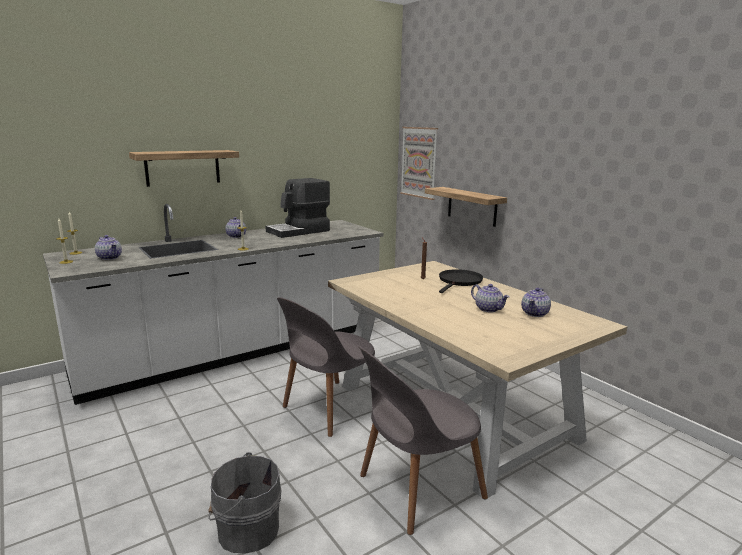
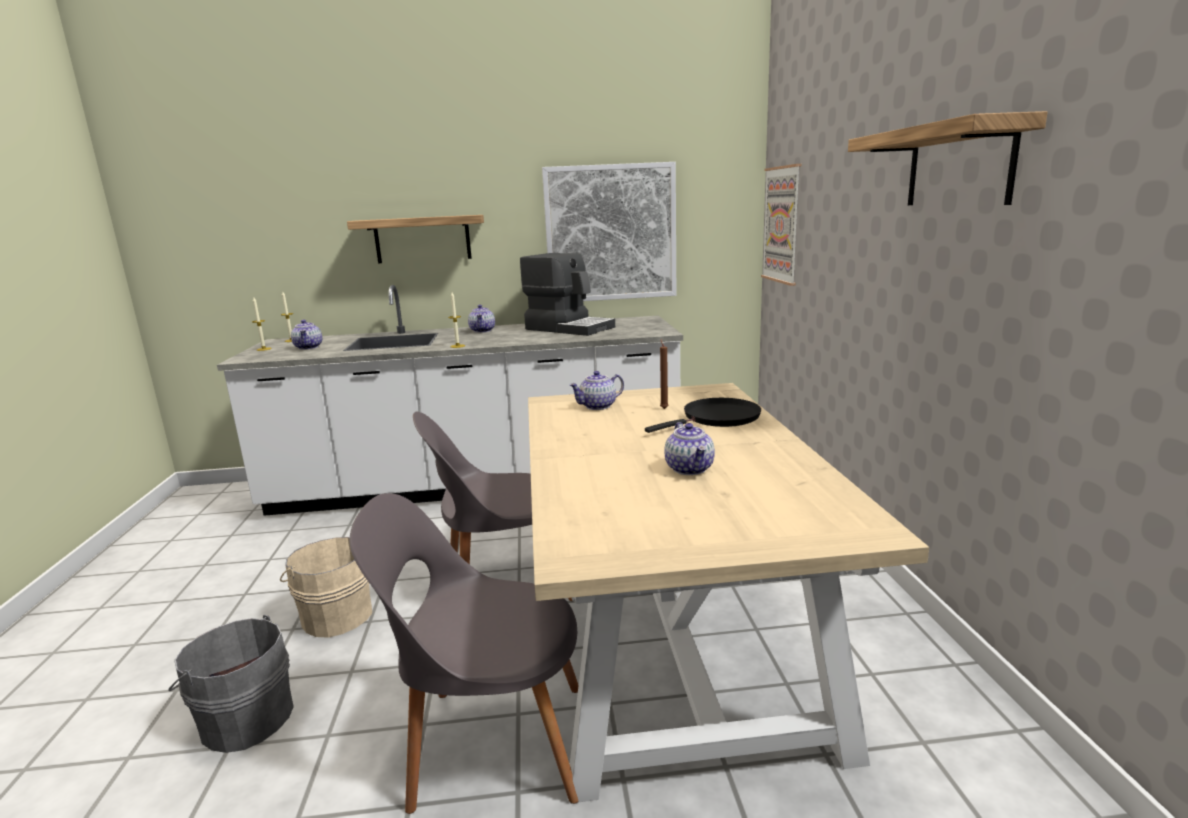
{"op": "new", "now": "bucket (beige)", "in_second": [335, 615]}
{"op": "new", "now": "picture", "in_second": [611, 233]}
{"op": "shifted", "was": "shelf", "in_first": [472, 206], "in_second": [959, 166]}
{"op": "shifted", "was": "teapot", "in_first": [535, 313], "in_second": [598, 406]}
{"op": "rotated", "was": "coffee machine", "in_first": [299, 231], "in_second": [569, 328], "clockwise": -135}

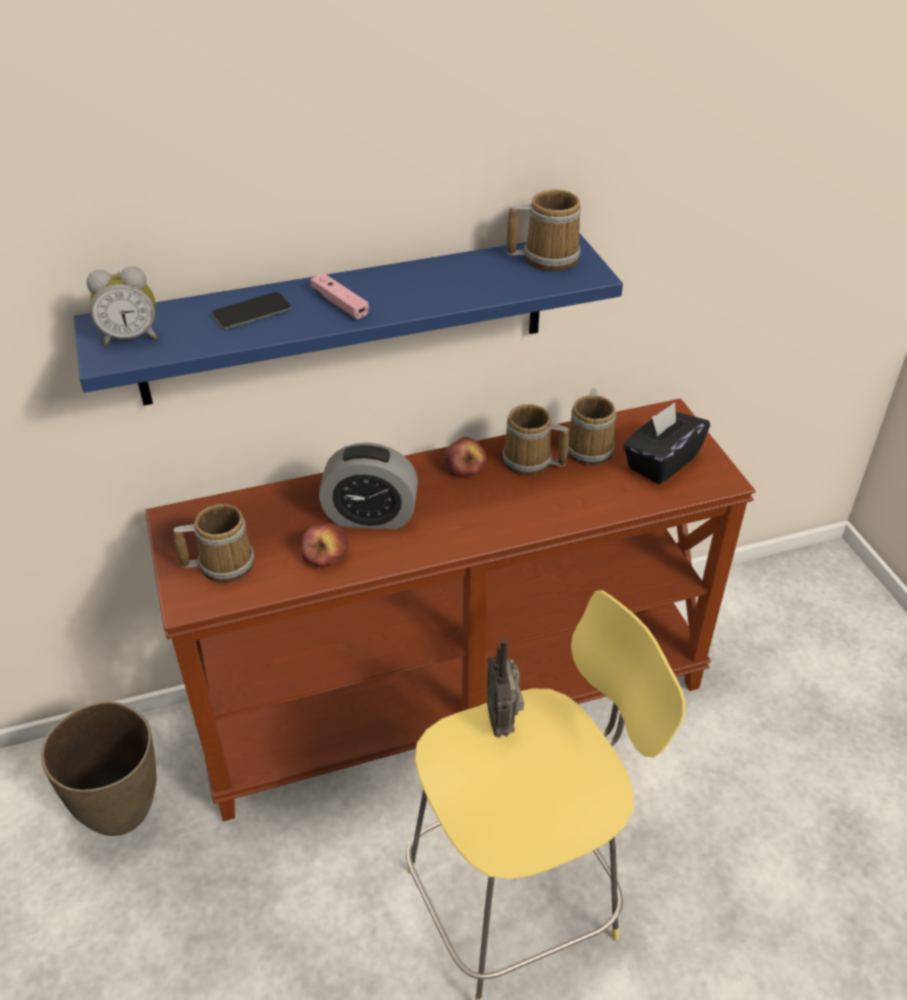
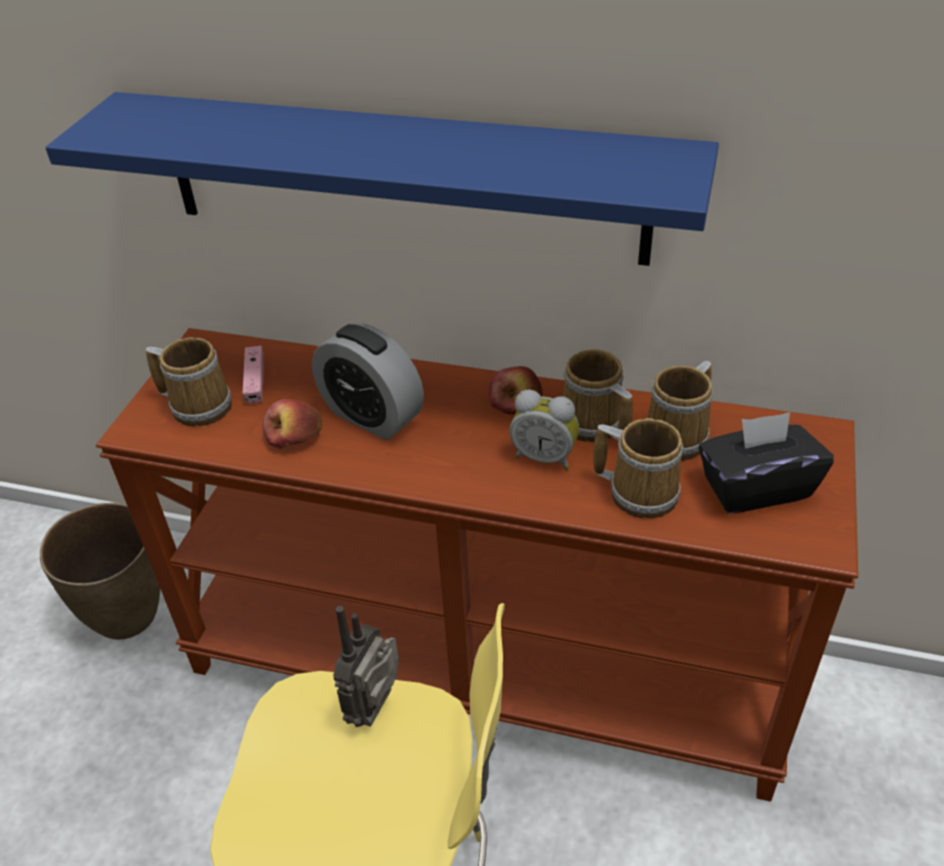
{"op": "gone", "was": "phone", "in_first": [251, 312]}
{"op": "shifted", "was": "alarm clock", "in_first": [131, 337], "in_second": [545, 457]}
{"op": "shifted", "was": "game controller (pink)", "in_first": [340, 303], "in_second": [255, 380]}
{"op": "shifted", "was": "mug", "in_first": [547, 257], "in_second": [640, 491]}

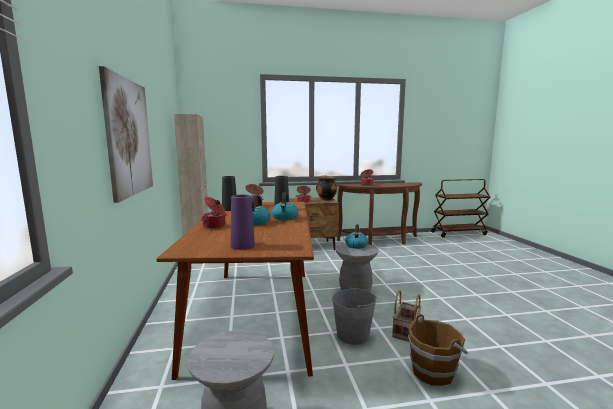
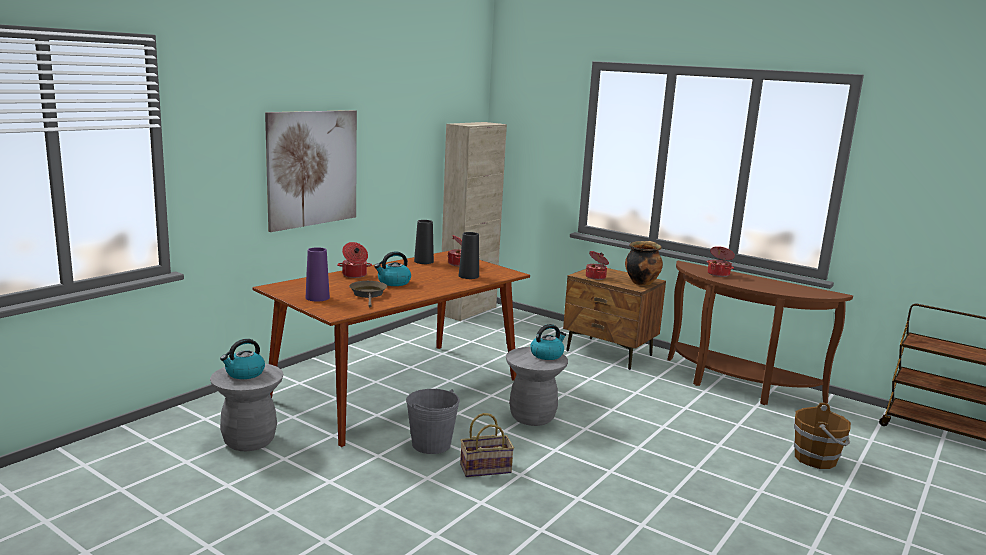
{"op": "new", "now": "frying pan (brown)", "in_second": [368, 294]}
{"op": "shifted", "was": "kettle", "in_first": [285, 218], "in_second": [244, 373]}
{"op": "shifted", "was": "bucket (brown)", "in_first": [433, 372], "in_second": [816, 459]}

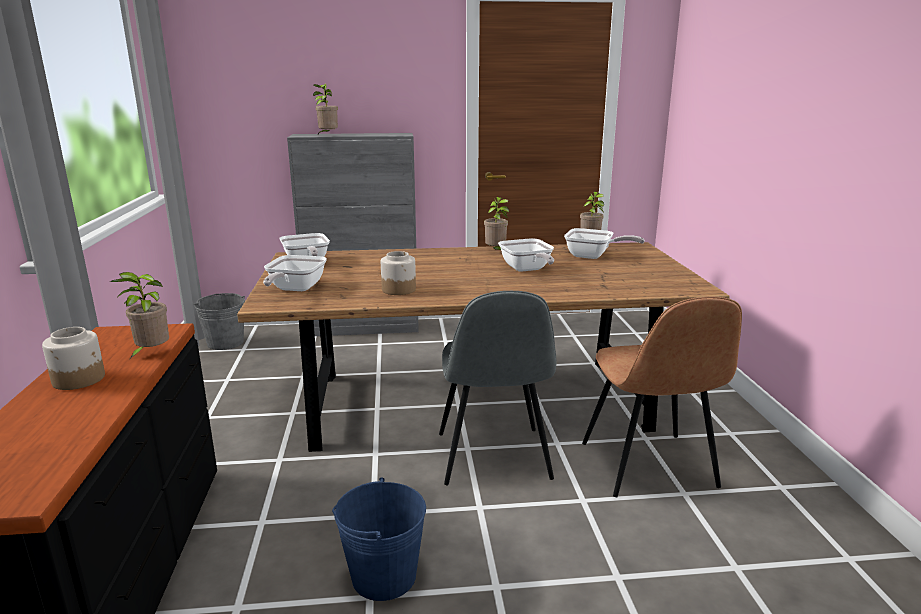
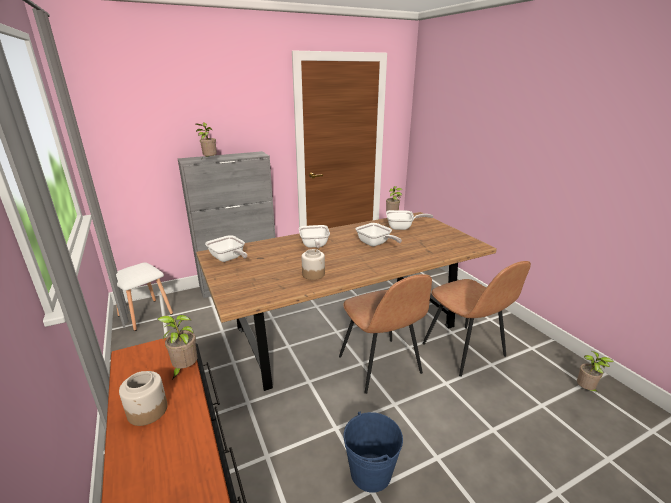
{"op": "shifted", "was": "frying pan", "in_first": [294, 289], "in_second": [314, 246]}
{"op": "shifted", "was": "potted plant", "in_first": [496, 252], "in_second": [585, 390]}
{"op": "swapped", "was": "bucket (grey)", "now": "stool (white)", "in_first": [225, 343], "in_second": [146, 314]}
{"op": "repainted", "was": "chair (grey)", "now": "chair (brown)", "in_first": [493, 457], "in_second": [380, 366]}

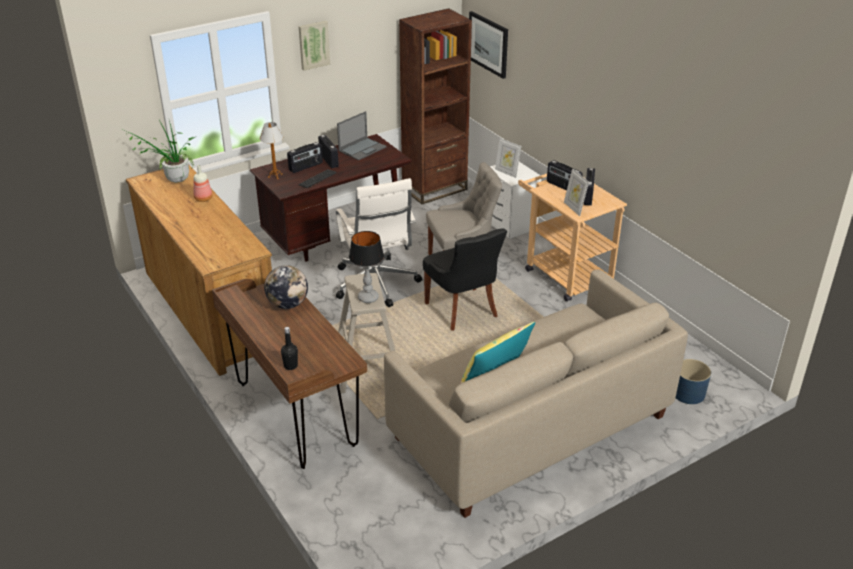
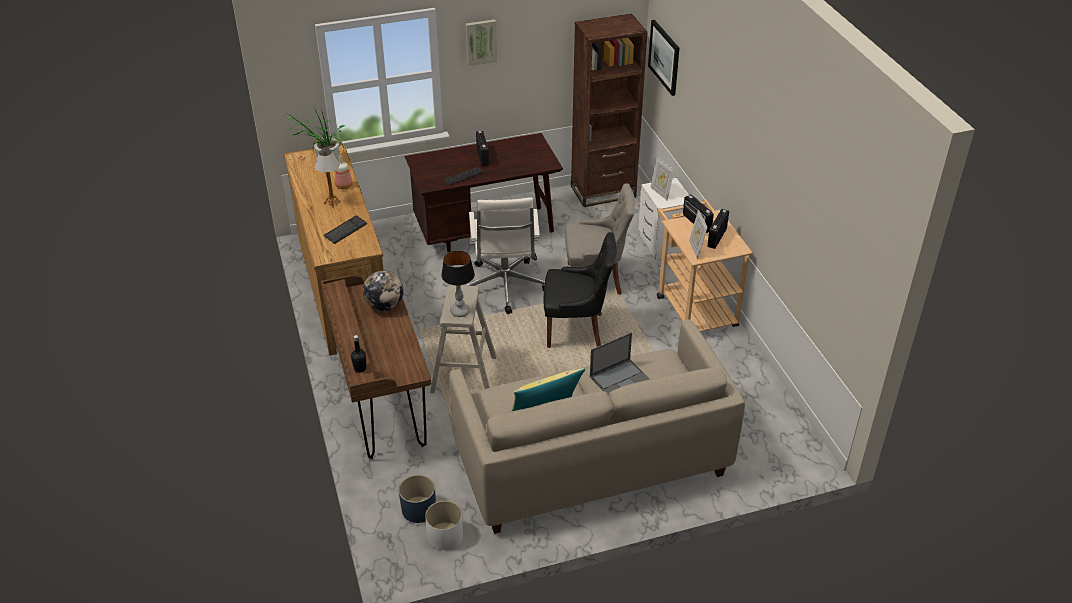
{"op": "gone", "was": "radio", "in_first": [306, 167]}
{"op": "new", "now": "keyboard", "in_second": [345, 230]}
{"op": "new", "now": "planter (white)", "in_second": [445, 536]}
{"op": "shifted", "was": "table lamp", "in_first": [275, 176], "in_second": [332, 203]}
{"op": "shifted", "was": "laptop", "in_first": [362, 149], "in_second": [620, 378]}
{"op": "shifted", "was": "planter (blue)", "in_first": [688, 393], "in_second": [418, 509]}
{"op": "rotated", "was": "chair (black)", "in_first": [463, 310], "in_second": [576, 330], "clockwise": -75}

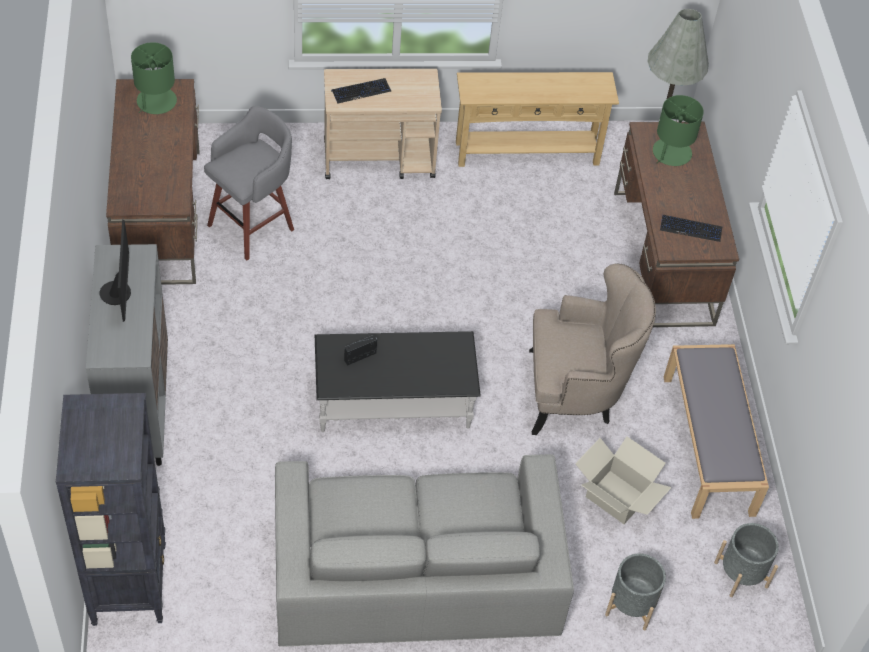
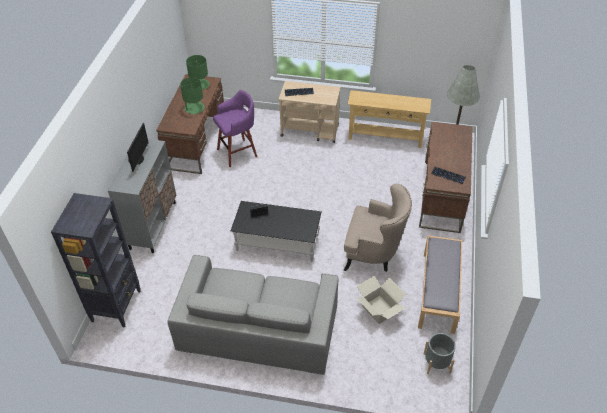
{"op": "gone", "was": "planter (grey)", "in_first": [631, 605]}
{"op": "shifted", "was": "table lamp (green)", "in_first": [671, 153], "in_second": [194, 108]}
{"op": "repainted", "was": "stool (grey)", "now": "stool (purple)", "in_first": [253, 226], "in_second": [238, 152]}

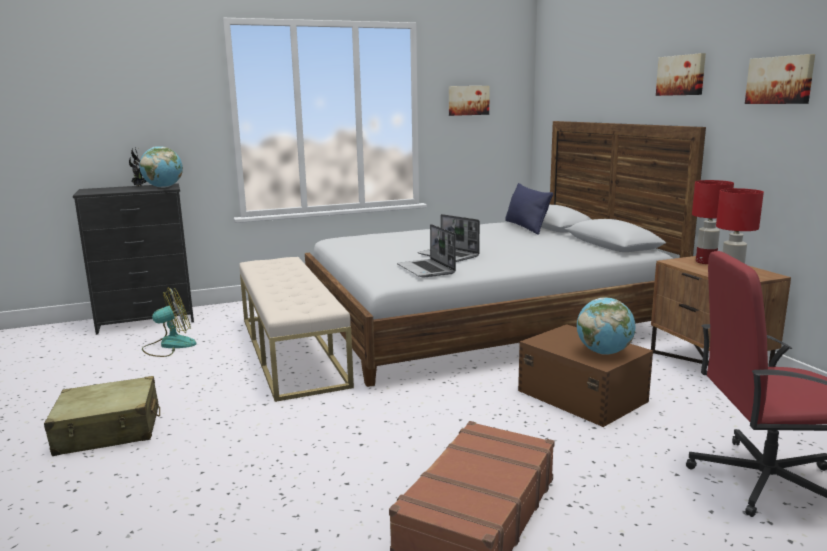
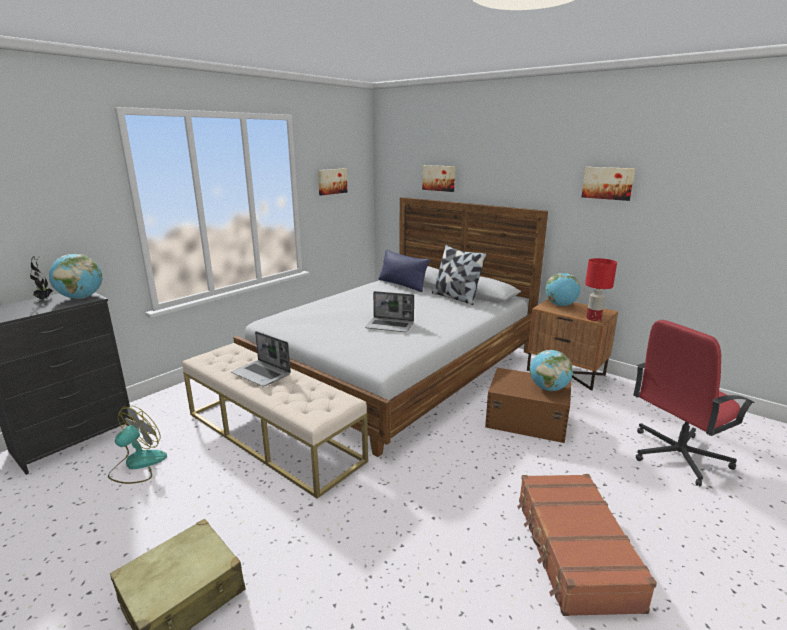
{"op": "new", "now": "pillow", "in_second": [455, 297]}
{"op": "shifted", "was": "laptop", "in_first": [427, 270], "in_second": [262, 374]}
{"op": "shifted", "was": "picture", "in_first": [681, 75], "in_second": [439, 178]}
{"op": "swapped", "was": "table lamp (red)", "now": "globe", "in_first": [706, 262], "in_second": [560, 305]}

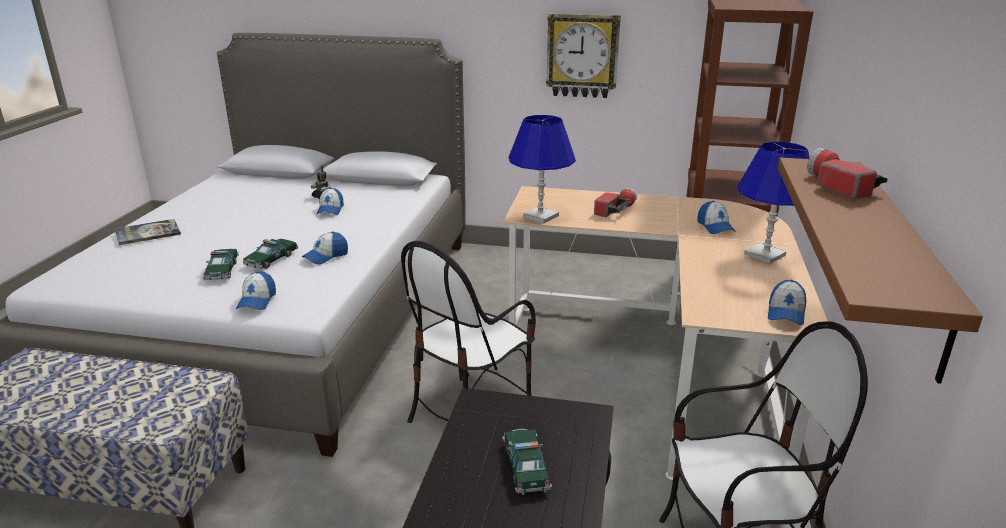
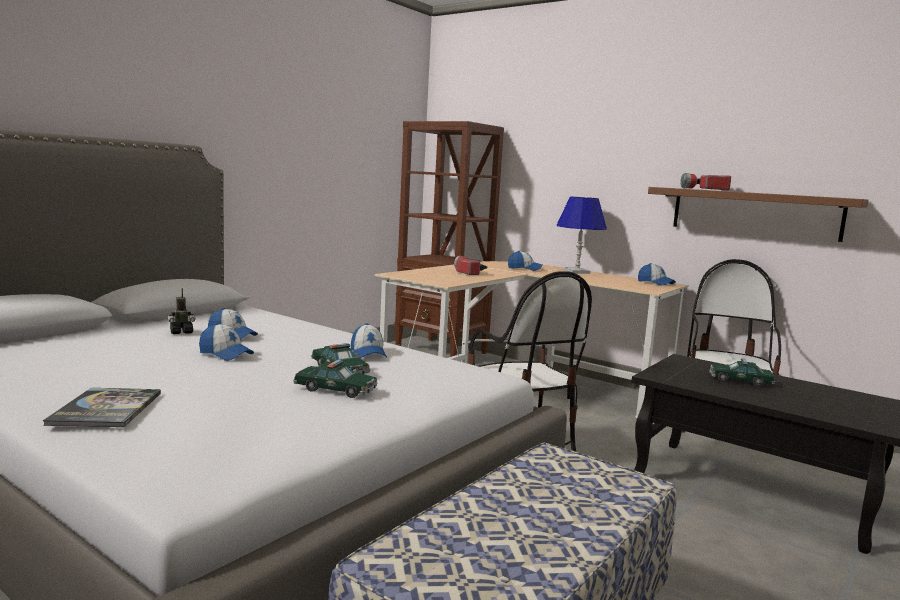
{"op": "gone", "was": "table lamp (blue)", "in_first": [540, 216]}
{"op": "gone", "was": "wall clock", "in_first": [582, 55]}
{"op": "shifted", "was": "cap", "in_first": [257, 300], "in_second": [225, 354]}

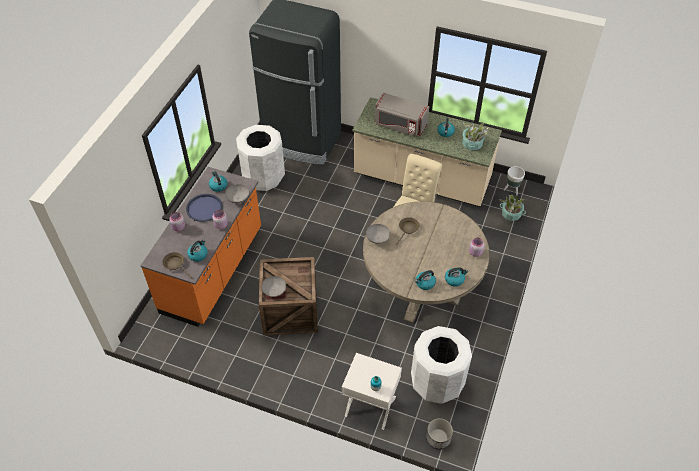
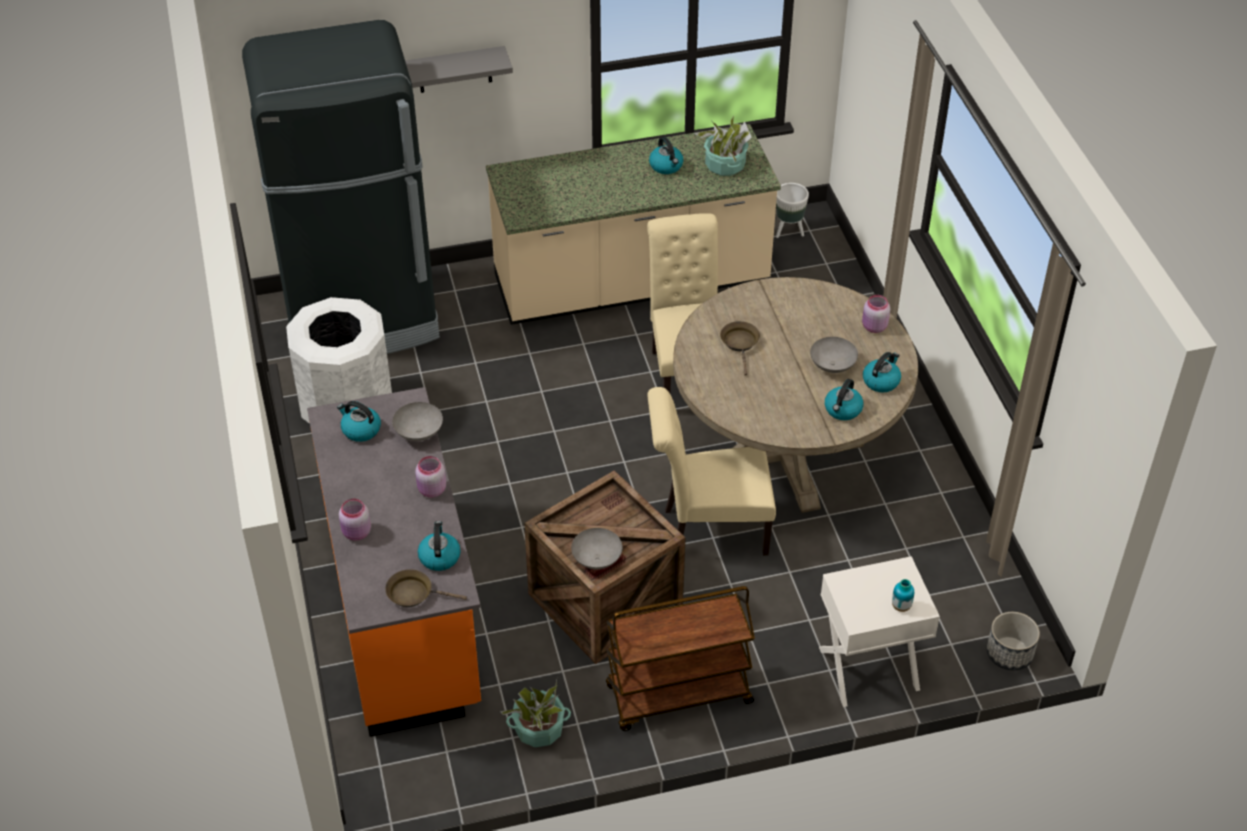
{"op": "gone", "was": "tray (blue)", "in_first": [204, 208]}
{"op": "gone", "was": "microwave (grey)", "in_first": [400, 125]}
{"op": "gone", "was": "trash can (white)", "in_first": [437, 383]}
{"op": "new", "now": "shelf (grey)", "in_second": [455, 70]}
{"op": "new", "now": "cart (brown)", "in_second": [678, 696]}
{"op": "new", "now": "chair (beige)", "in_second": [708, 531]}
{"op": "shifted", "was": "bowl (grey)", "in_first": [377, 239], "in_second": [831, 366]}
{"op": "shifted", "was": "potted plant", "in_first": [511, 214], "in_second": [539, 729]}

